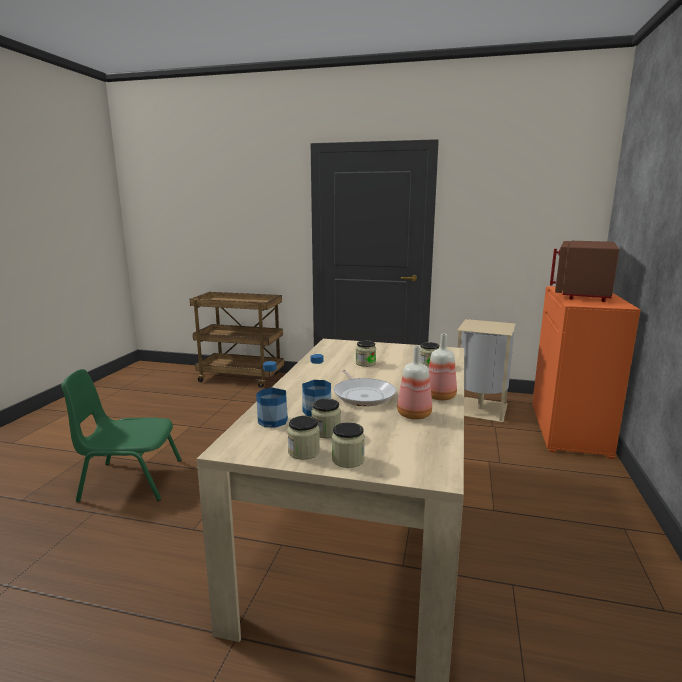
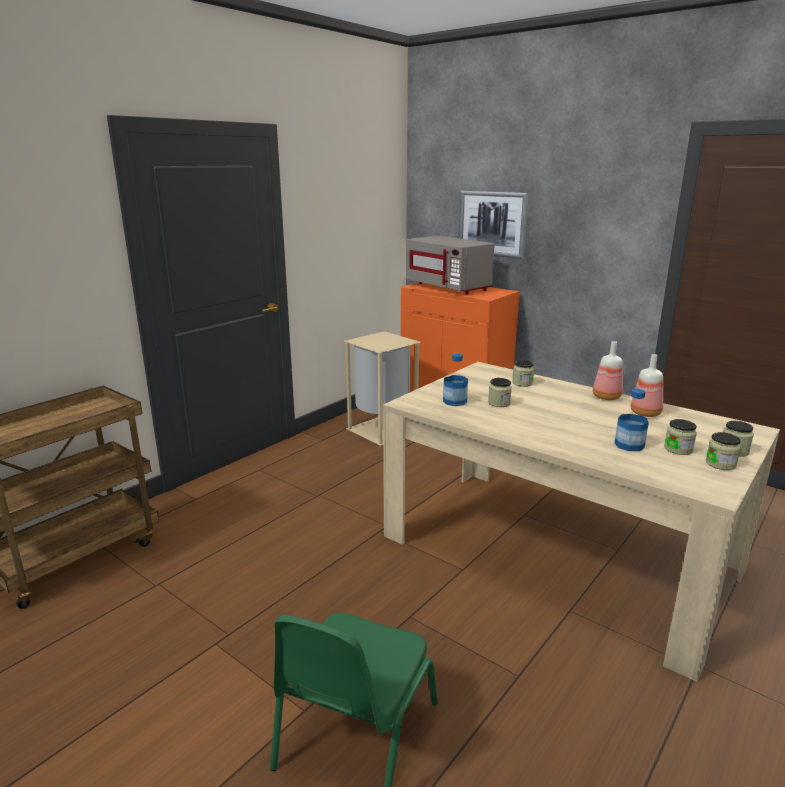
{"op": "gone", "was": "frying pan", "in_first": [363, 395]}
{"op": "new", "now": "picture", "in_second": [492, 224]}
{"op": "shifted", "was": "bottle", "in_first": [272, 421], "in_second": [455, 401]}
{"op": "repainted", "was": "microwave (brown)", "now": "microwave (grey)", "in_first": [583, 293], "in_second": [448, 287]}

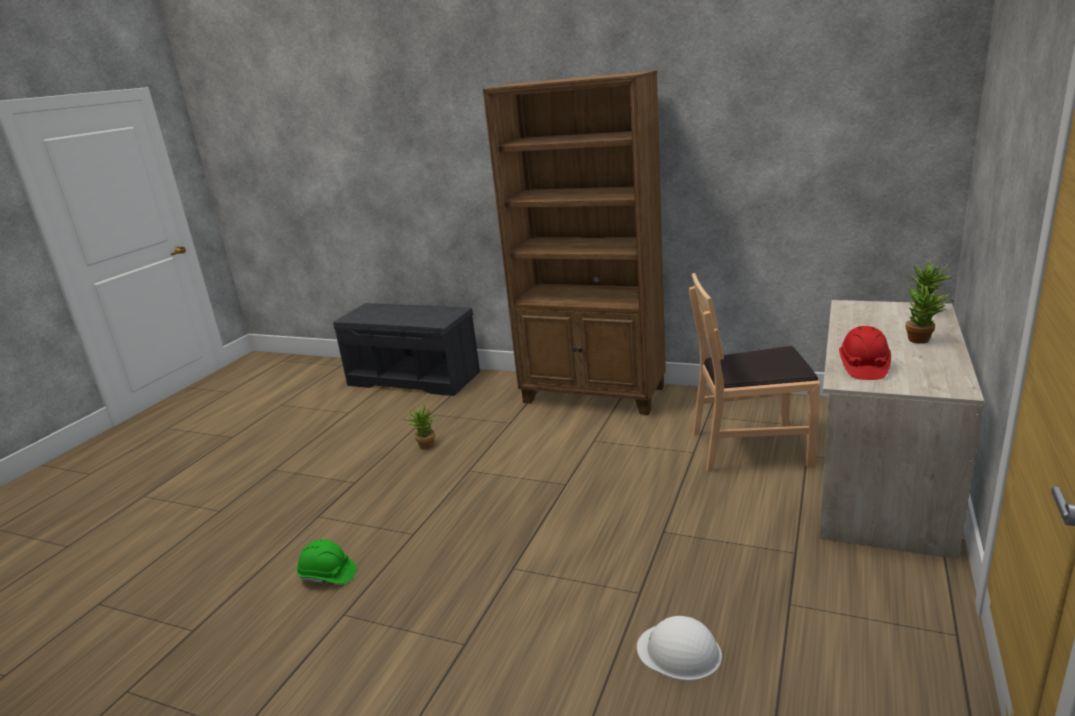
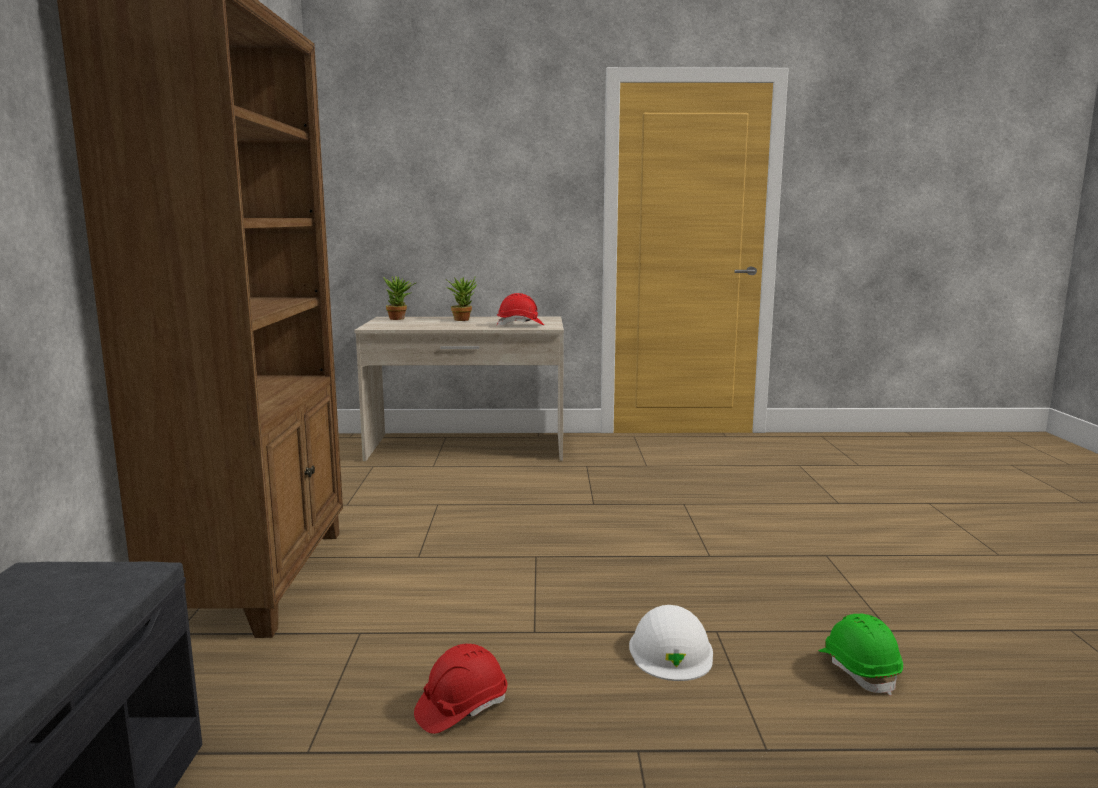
{"op": "gone", "was": "chair (brown)", "in_first": [750, 447]}
{"op": "shifted", "was": "hard hat (white)", "in_first": [679, 651], "in_second": [671, 651]}
{"op": "swapped", "was": "potted plant", "now": "hard hat (red)", "in_first": [424, 445], "in_second": [461, 708]}

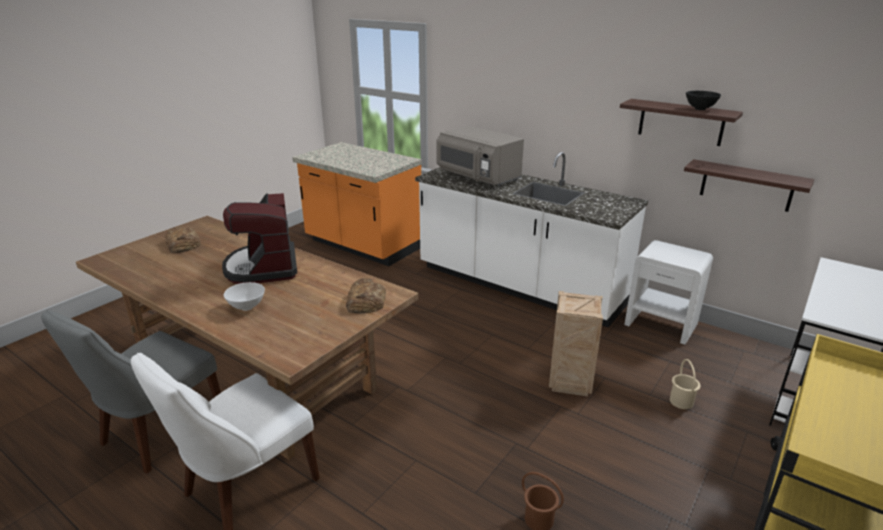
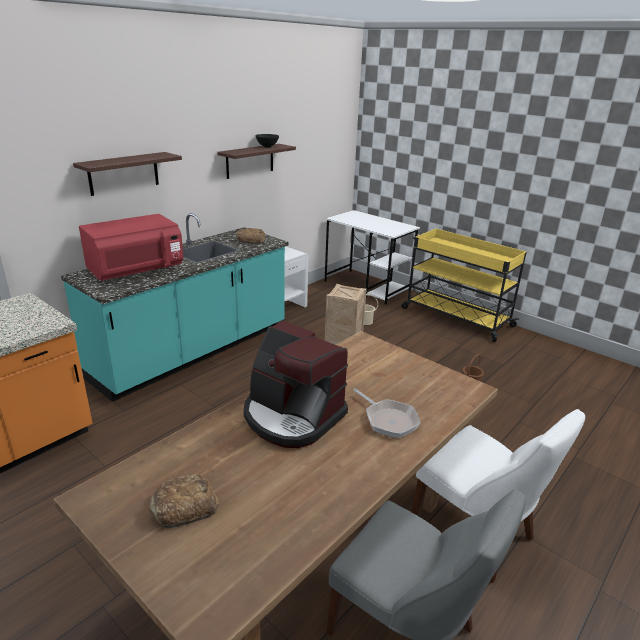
{"op": "shifted", "was": "bread", "in_first": [365, 301], "in_second": [251, 240]}
{"op": "shifted", "was": "shelf", "in_first": [746, 185], "in_second": [124, 173]}
{"op": "swapped", "was": "bowl (white)", "now": "frying pan", "in_first": [247, 307], "in_second": [388, 420]}
{"op": "repainted", "was": "counter (white)", "now": "counter (turquoise)", "in_first": [518, 286], "in_second": [194, 352]}
{"op": "repainted", "was": "microwave (grey)", "now": "microwave (red)", "in_first": [478, 177], "in_second": [136, 271]}
{"op": "rotated", "was": "coffee machine", "in_first": [263, 267], "in_second": [292, 416], "clockwise": 45}

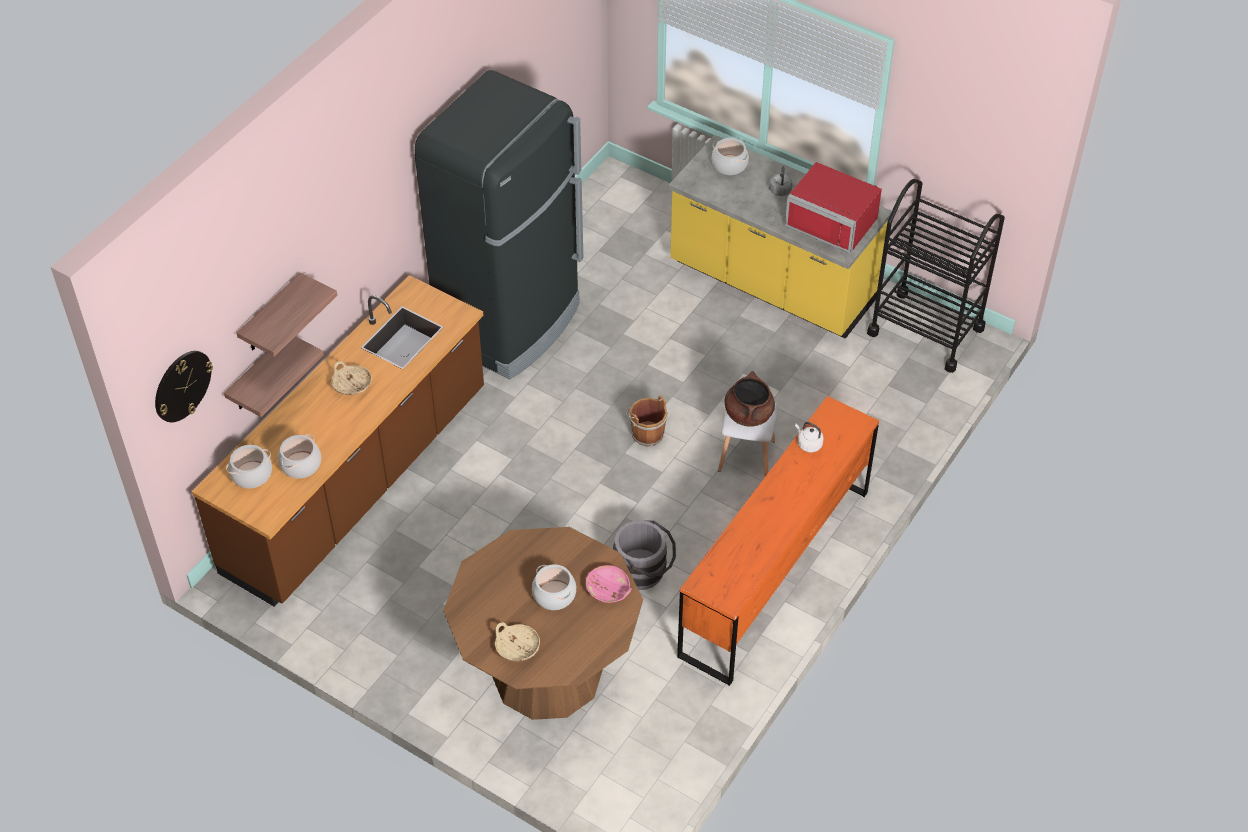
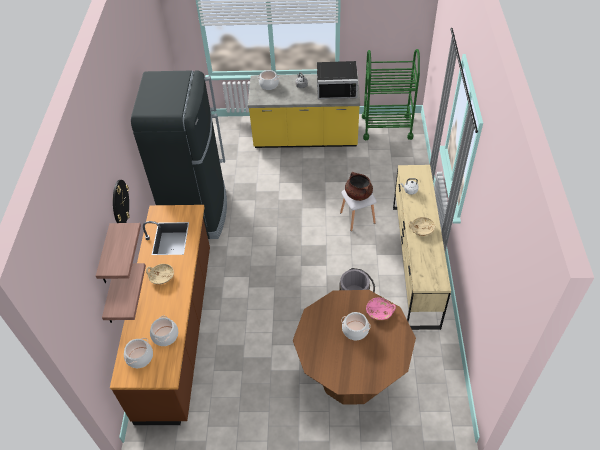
{"op": "gone", "was": "bucket (brown)", "in_first": [646, 433]}
{"op": "shifted", "was": "wall clock", "in_first": [182, 385], "in_second": [120, 202]}
{"op": "shifted", "was": "bowl (beige)", "in_first": [516, 647], "in_second": [421, 229]}
{"op": "repainted", "was": "dresser (orange)", "now": "dresser (beige)", "in_first": [775, 572], "in_second": [414, 263]}
{"op": "repainted", "was": "microwave (red)", "now": "microwave (black)", "in_first": [834, 220], "in_second": [337, 87]}
{"op": "repainted", "was": "cart (black)", "now": "cart (green)", "in_first": [925, 330], "in_second": [386, 127]}

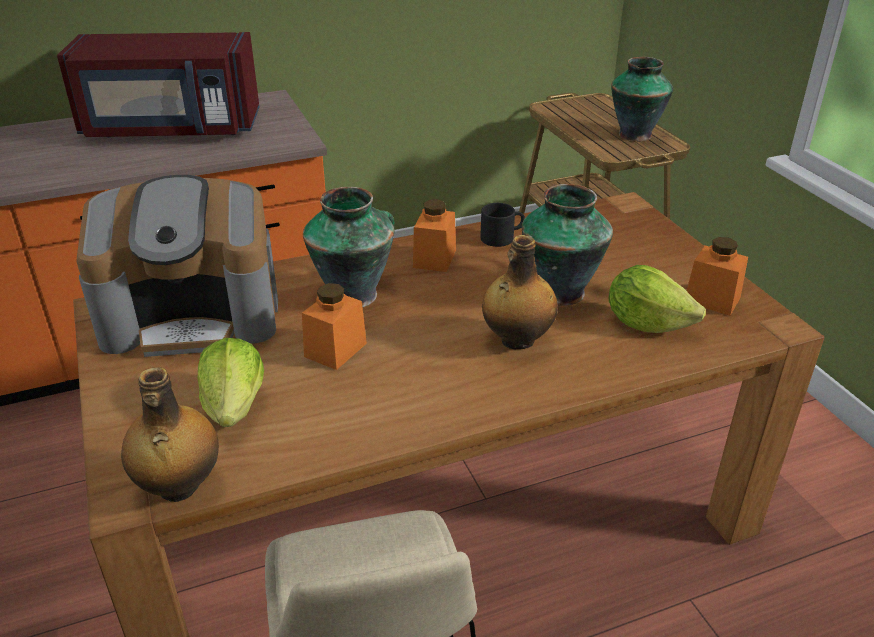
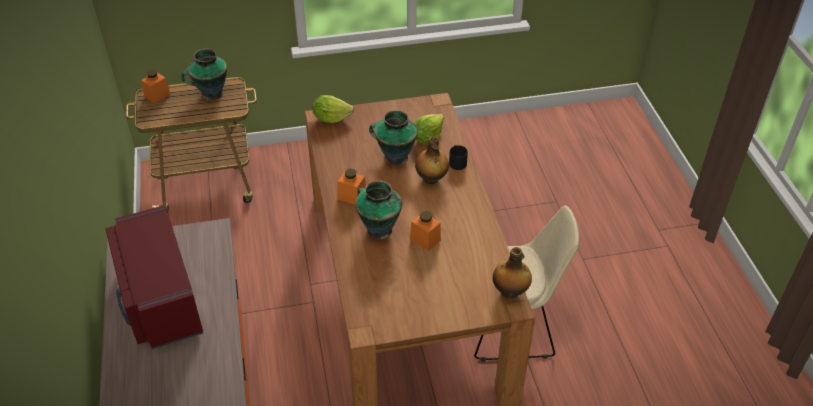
{"op": "gone", "was": "coffee machine", "in_first": [194, 315]}
{"op": "shifted", "was": "lettuce", "in_first": [235, 406], "in_second": [331, 118]}
{"op": "shifted", "was": "mug (black)", "in_first": [502, 237], "in_second": [456, 162]}
{"op": "shifted", "was": "jar (orange)", "in_first": [712, 299], "in_second": [157, 95]}
{"op": "rotated", "was": "microwave (red)", "in_first": [171, 129], "in_second": [160, 298], "clockwise": 150}

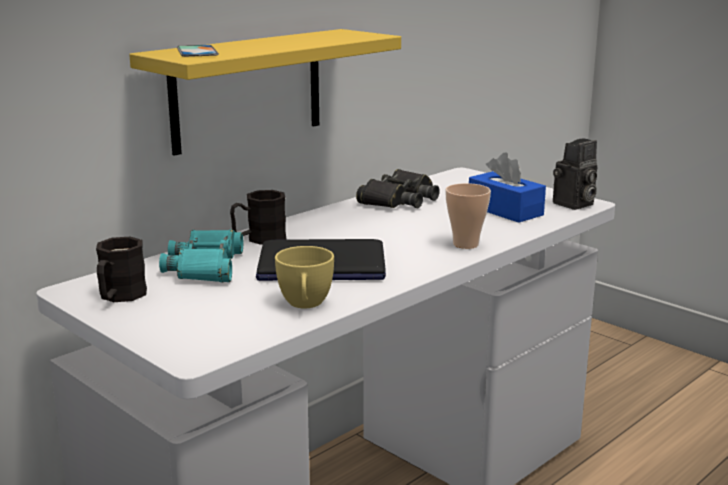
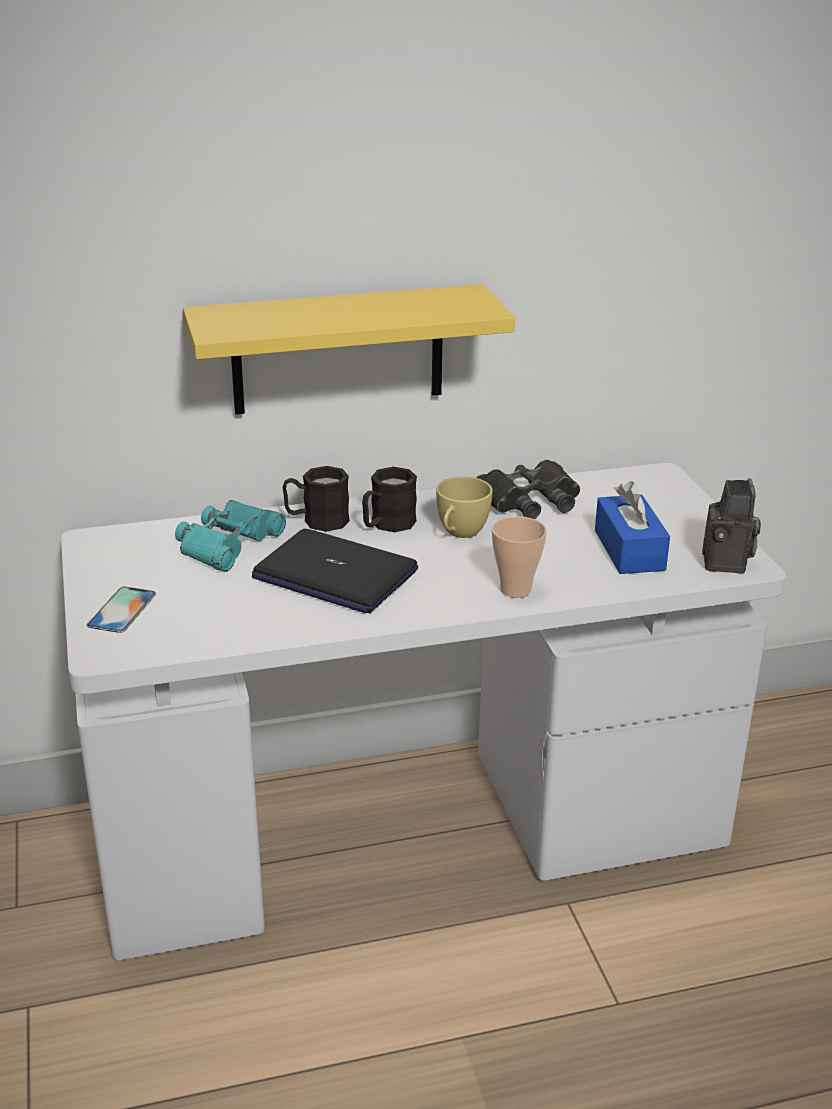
{"op": "shifted", "was": "mug (black)", "in_first": [119, 297], "in_second": [387, 525]}
{"op": "shifted", "was": "phone", "in_first": [197, 51], "in_second": [122, 610]}
{"op": "shifted", "was": "cup (yellow)", "in_first": [305, 305], "in_second": [459, 533]}
{"op": "rotated", "was": "photo camera", "in_first": [573, 204], "in_second": [727, 564], "clockwise": -75}

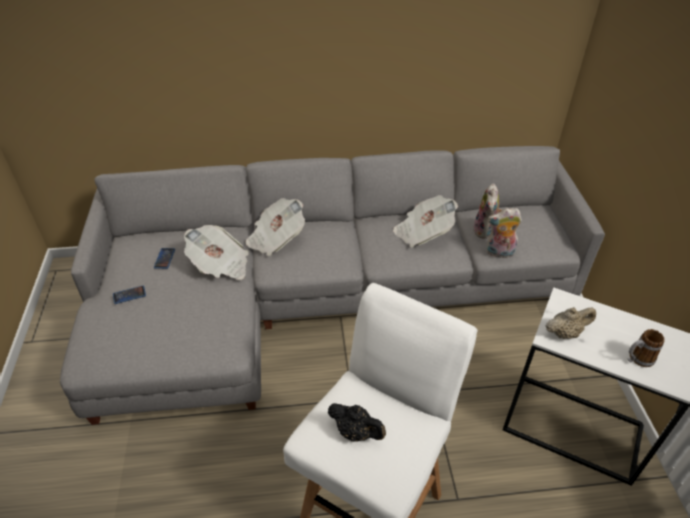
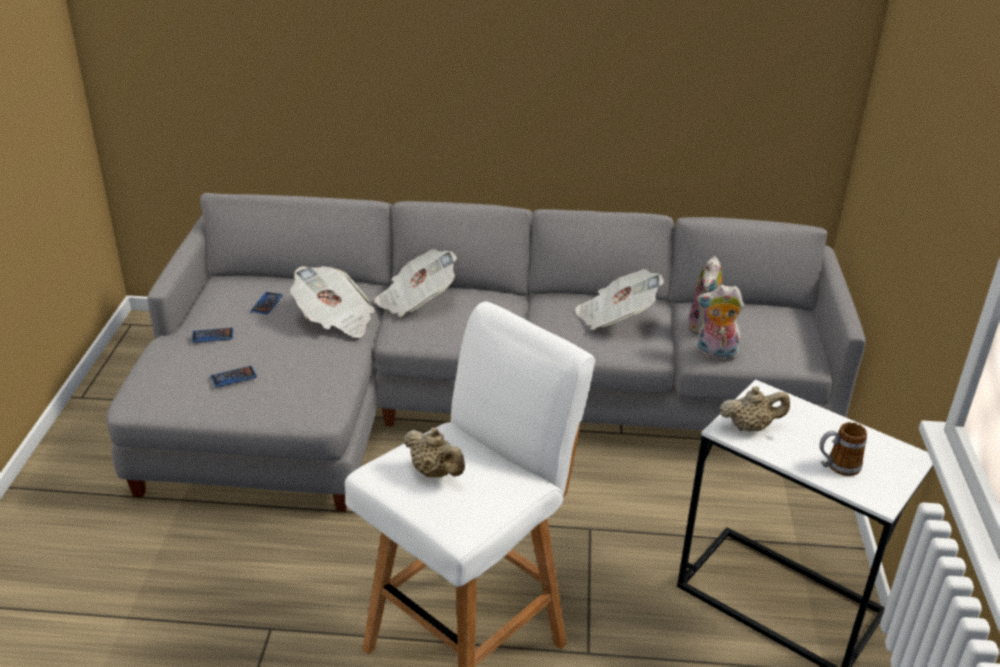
{"op": "new", "now": "phone", "in_second": [233, 377]}
{"op": "repainted", "was": "teapot (black)", "now": "teapot (beige)", "in_first": [356, 432], "in_second": [435, 472]}

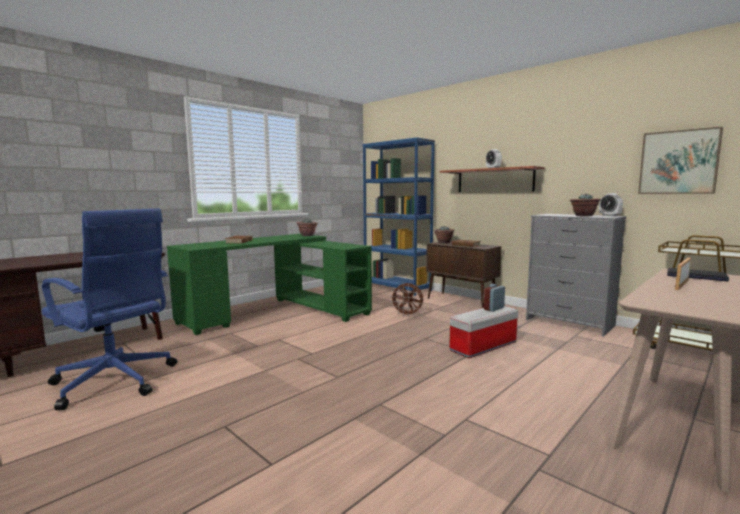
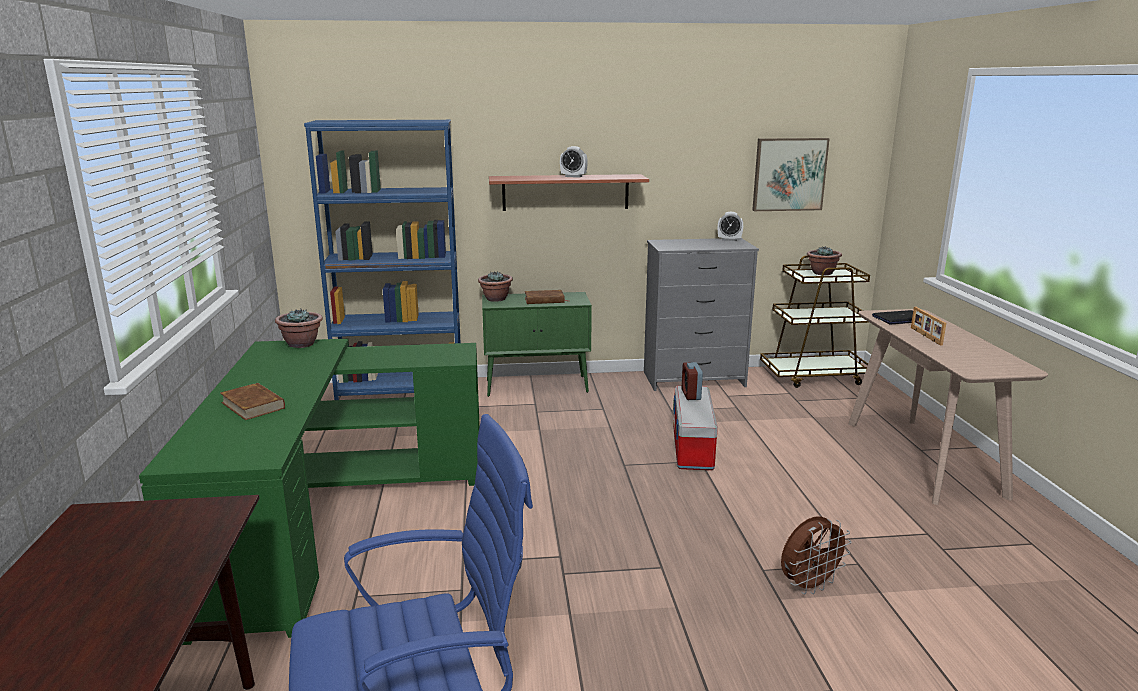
{"op": "shifted", "was": "fan (brown)", "in_first": [407, 315], "in_second": [809, 586]}
{"op": "shifted", "was": "potted plant", "in_first": [583, 216], "in_second": [822, 273]}
{"op": "repainted", "was": "cabinet (brown)", "now": "cabinet (green)", "in_first": [462, 301], "in_second": [538, 386]}

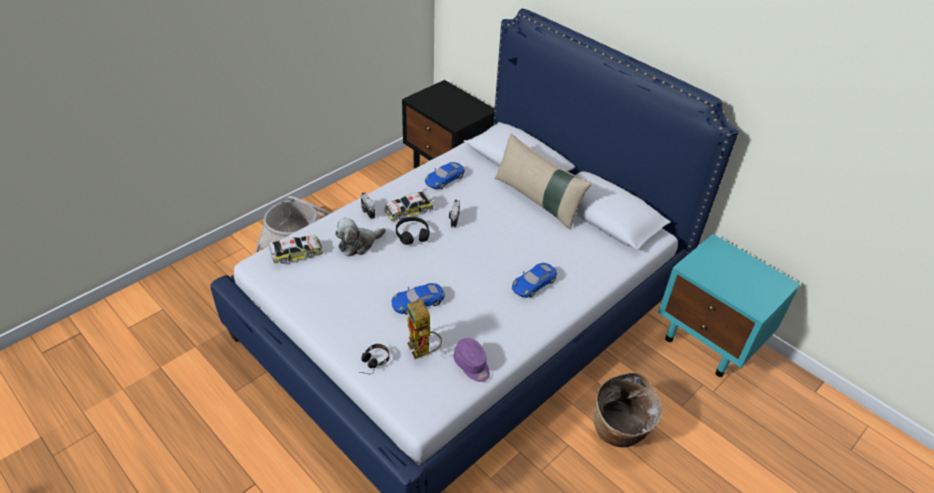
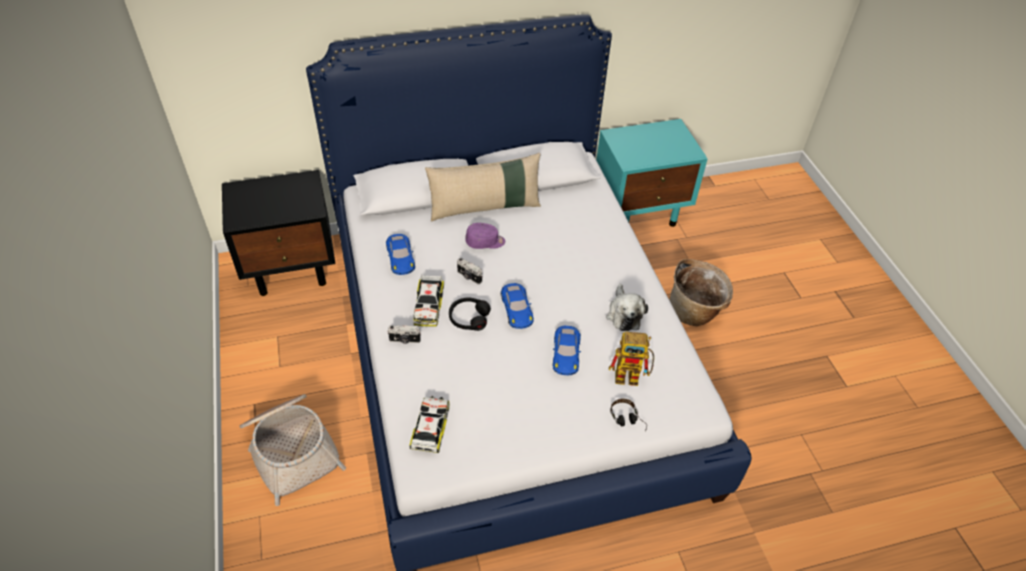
{"op": "shifted", "was": "plush toy", "in_first": [358, 244], "in_second": [624, 314]}
{"op": "shifted", "was": "cap (purple)", "in_first": [472, 365], "in_second": [485, 242]}
{"op": "shifted", "was": "toy car (blue)", "in_first": [534, 283], "in_second": [516, 309]}

